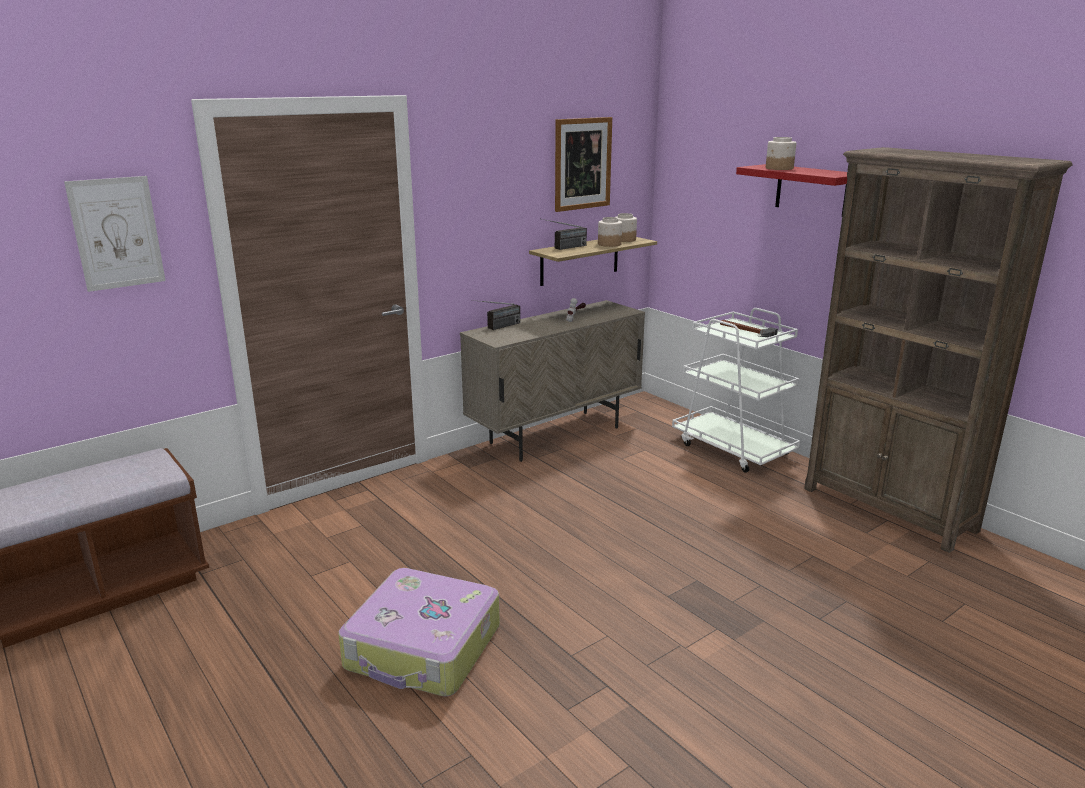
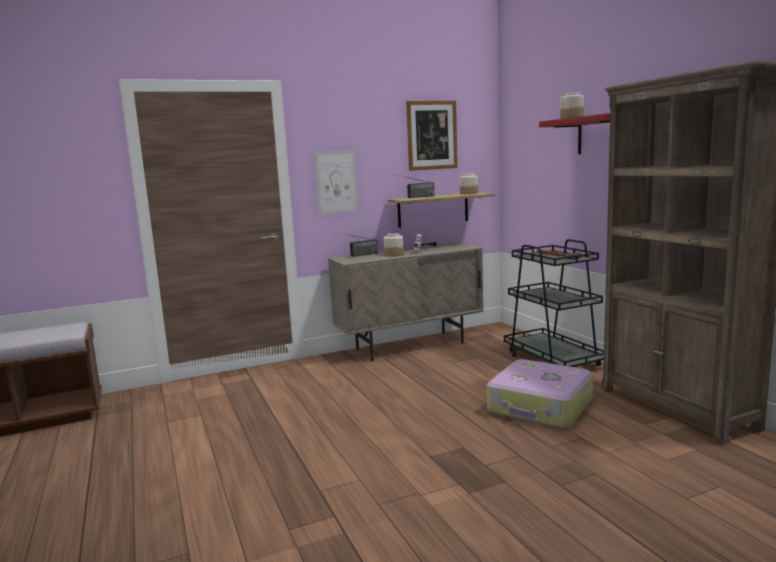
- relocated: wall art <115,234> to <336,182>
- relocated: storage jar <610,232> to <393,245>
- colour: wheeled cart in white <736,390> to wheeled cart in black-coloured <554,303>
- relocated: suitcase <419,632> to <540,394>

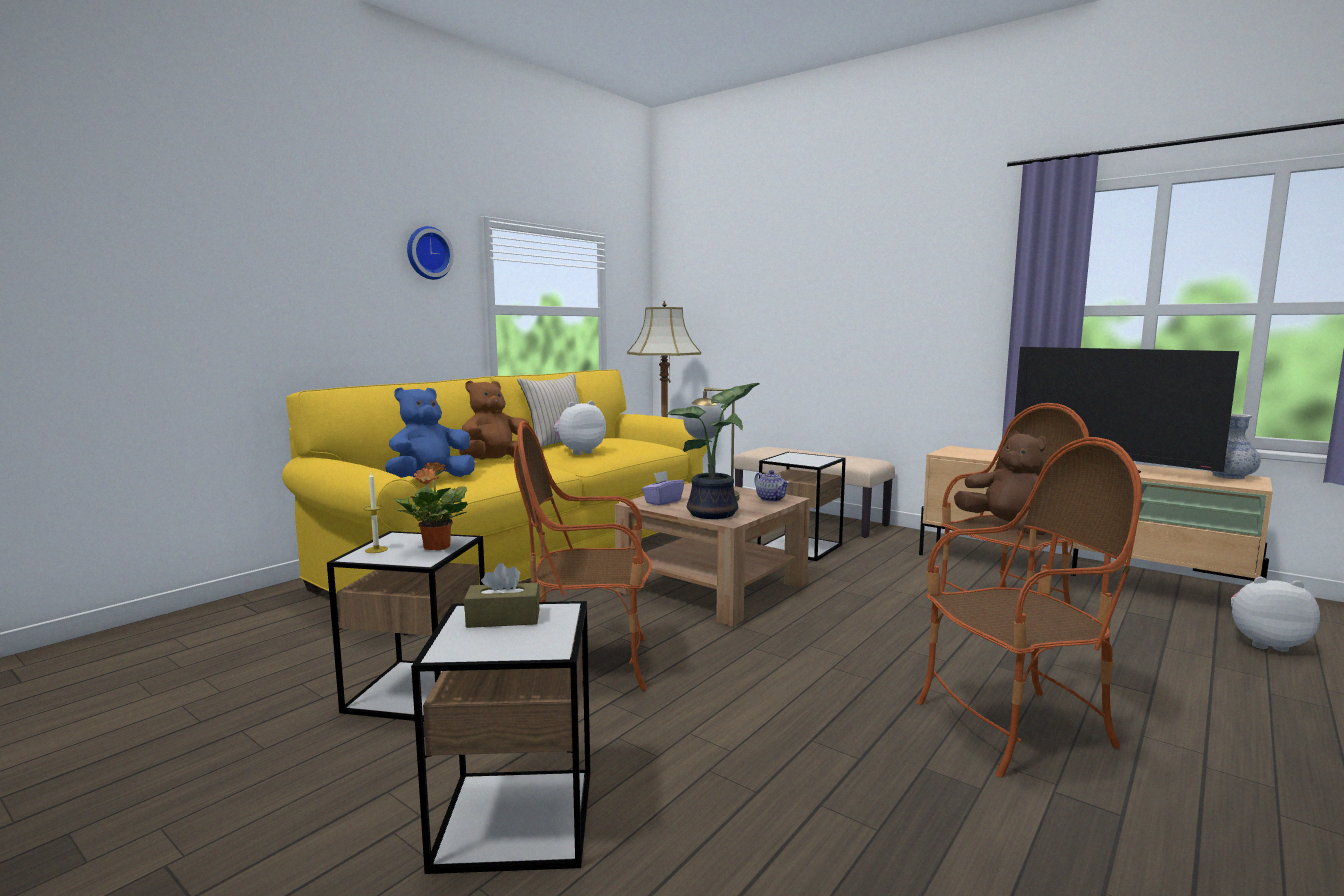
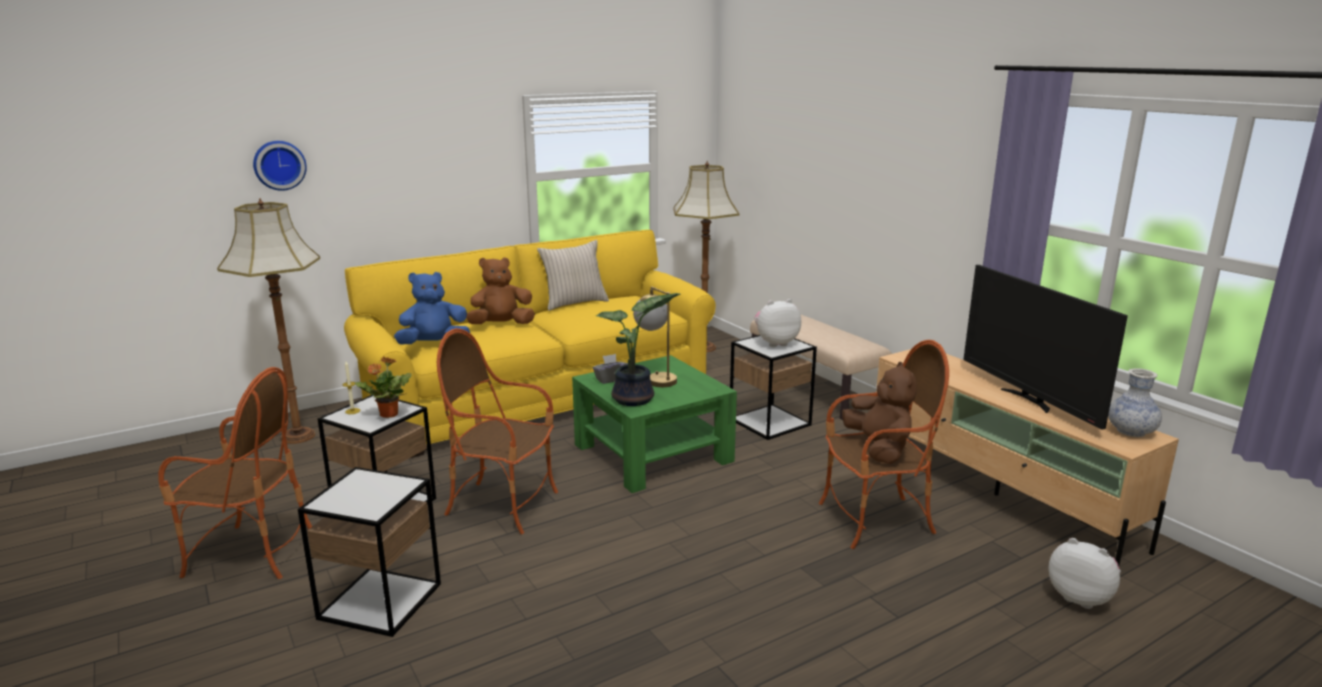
- relocated: wall clock <430,253> to <280,166>
- relocated: plush toy <580,428> to <777,323>
- relocated: lounge chair <1029,607> to <235,473>
- missing: tea pot <771,486>
- colour: tissue holder in purple-coloured <663,488> to tissue holder in gray <610,369>
- colour: coffee table in brown <712,554> to coffee table in greenish <654,424>
- missing: tissue holder in brown <502,595>
- appeared: standard lamp <268,321>

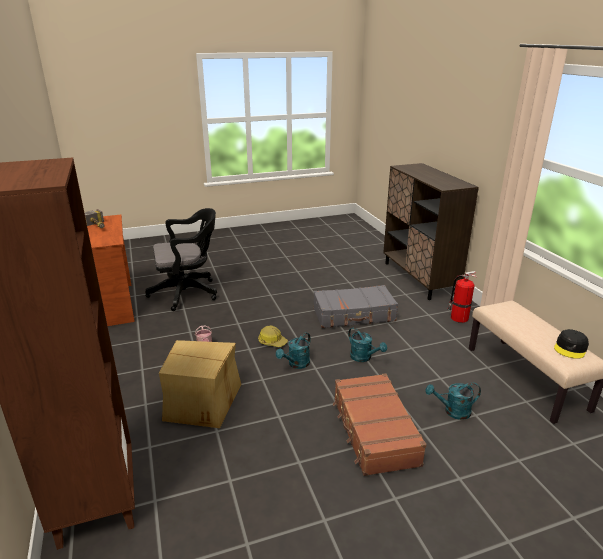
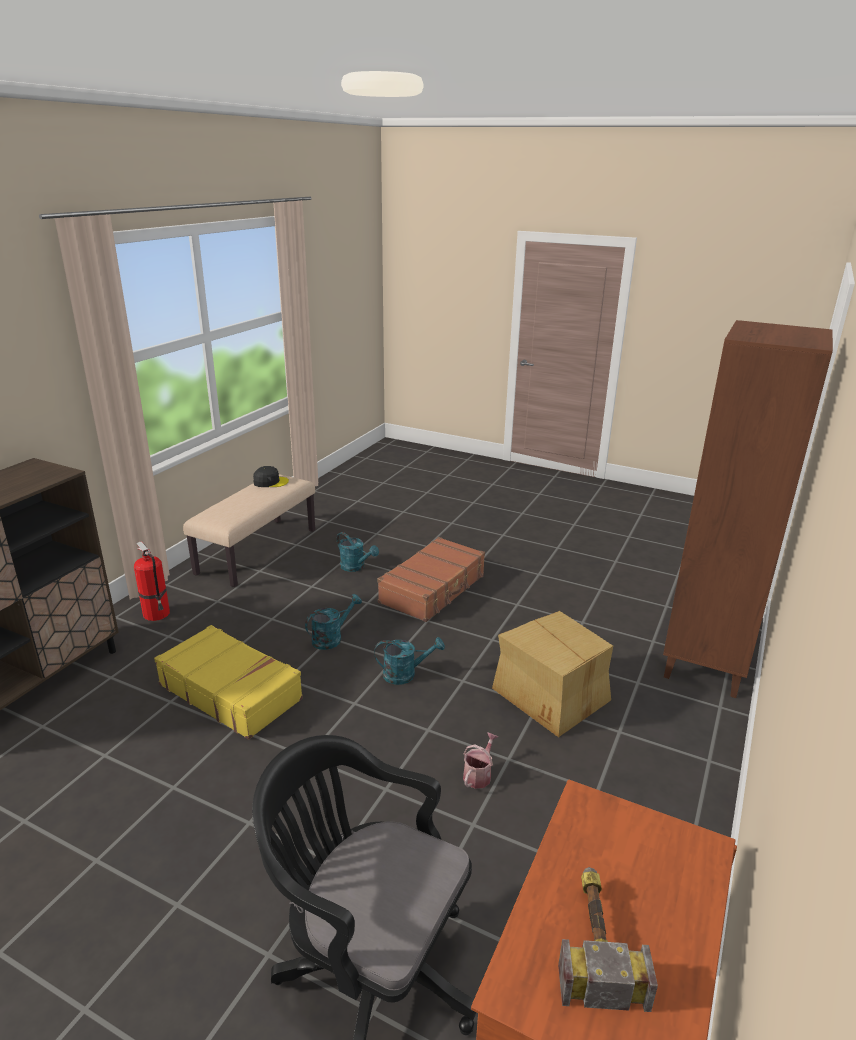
- colour: suitcase in gray <355,306> to suitcase in yellow-coloured <228,682>
- missing: safety helmet <273,336>
- spun: watering pot in turquoise <367,344> = <333,622> 45 degrees clockwise

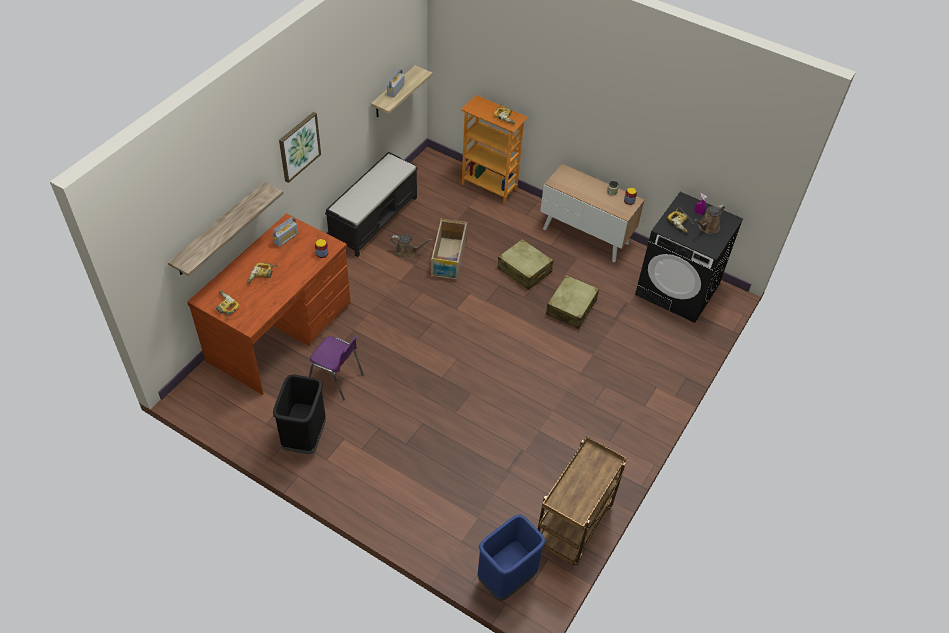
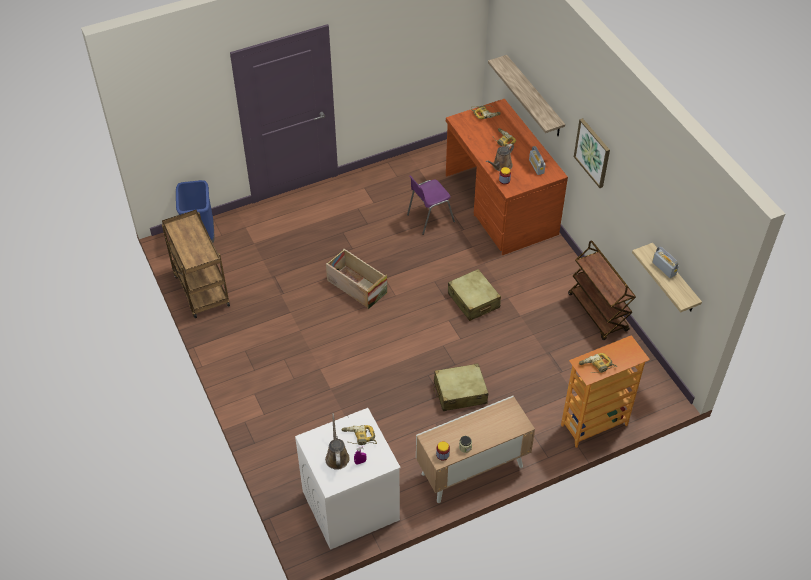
- exchanged: long seat in black-coloured <371,204> to wheeled cart in brown <602,290>
- colour: laundry machine in black-coloured <689,257> to laundry machine in white <348,479>
- relocated: crate <449,249> to <356,279>
- relocated: watering pot in brown <411,246> to <500,157>
- relocated: suitcase in beige-coloured <572,302> to <474,295>
- missing: rubbish bin in black-coloured <299,414>

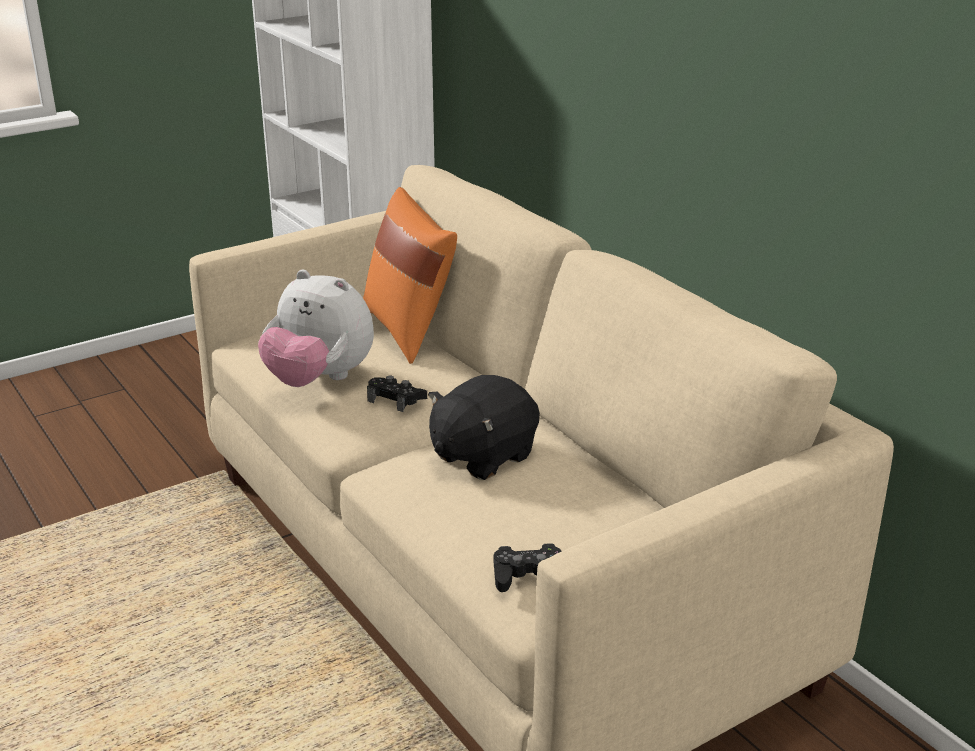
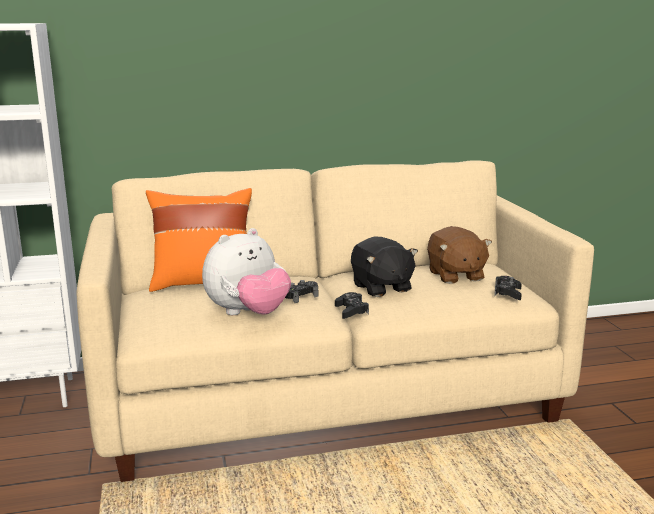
- appeared: plush toy in brown <459,255>
- appeared: game controller in black-coloured <352,305>

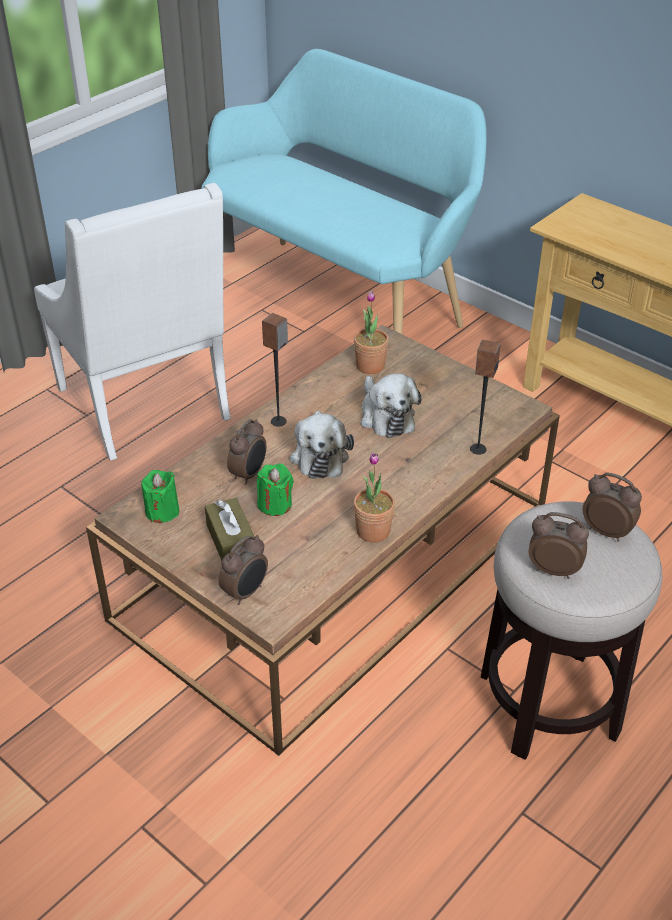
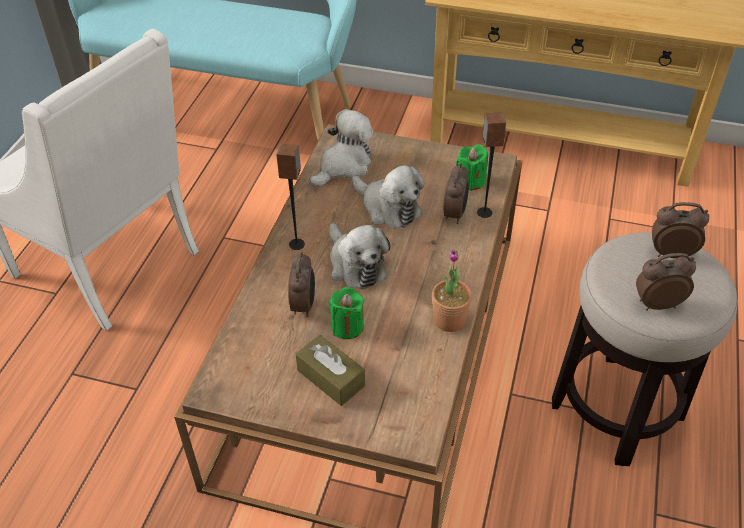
- exchanged: plant in a pot <371,332> to plush toy <341,148>
- relocated: wax candle in greenish <160,496> to <472,167>
- relocated: alarm clock <243,570> to <456,193>

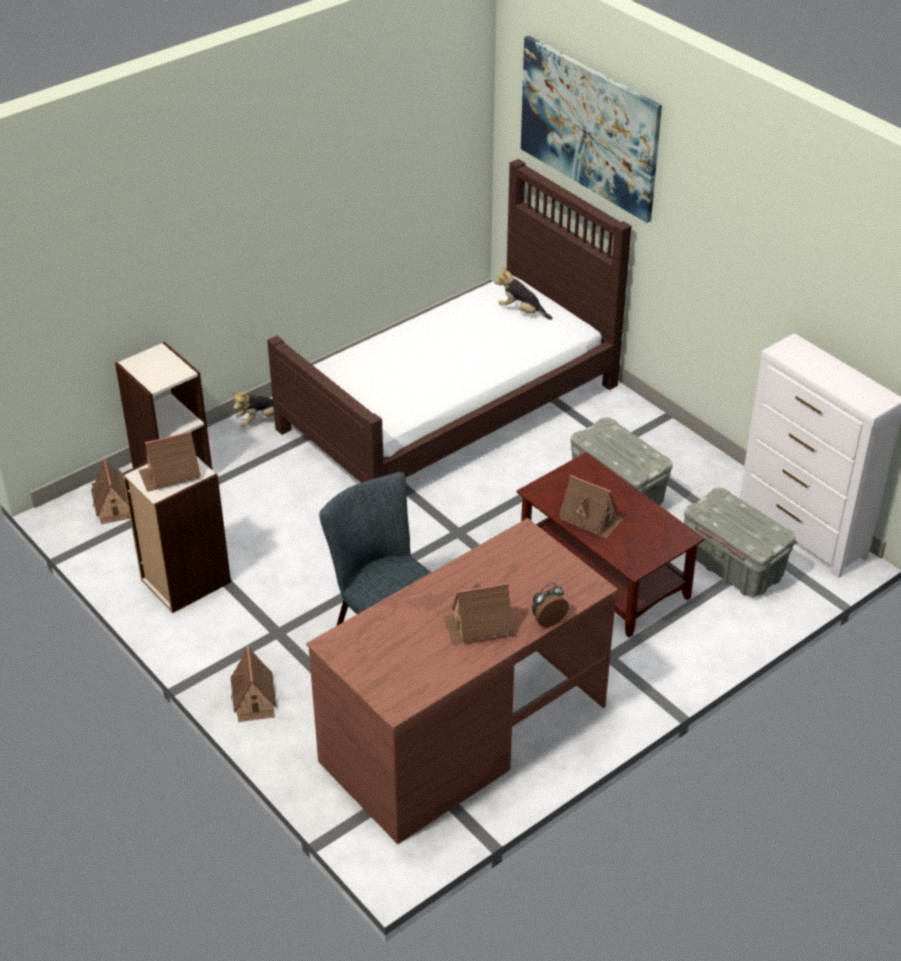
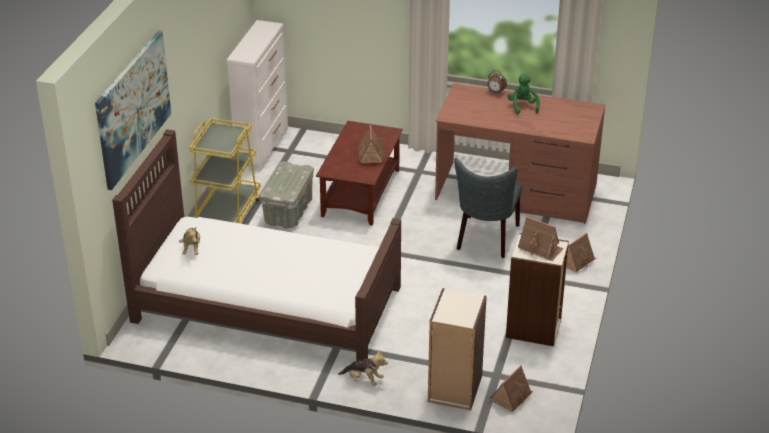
- missing: storage container in gray <740,542>
- exchanged: toy house <478,613> to plush toy in greenish <524,94>
- appeared: wheeled cart in yellow-coloured <225,171>

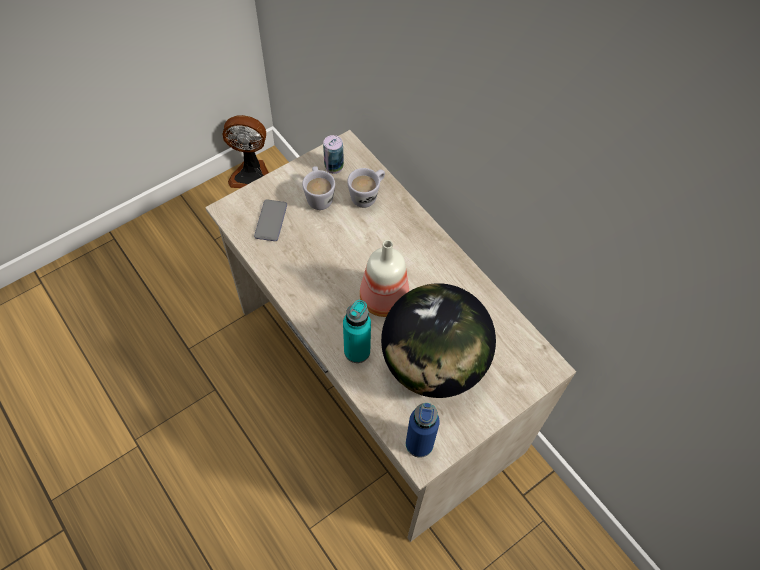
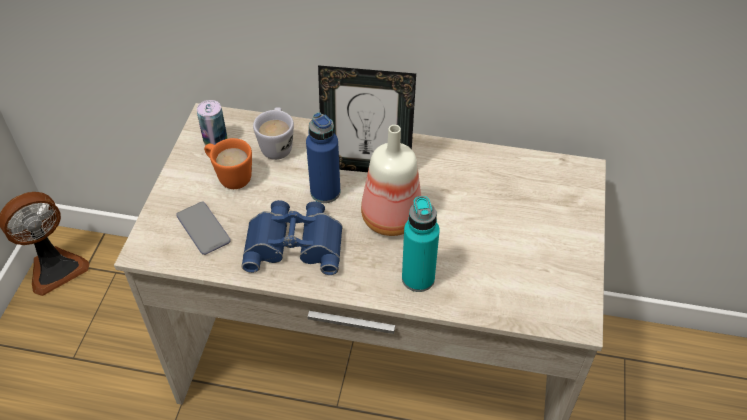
- colour: coffee mug in white <318,188> to coffee mug in orange <228,163>
- missing: globe <438,340>
- relocated: bottle in blue <423,430> to <323,158>
- appeared: picture frame <367,118>
- appeared: field glasses in blue <292,237>

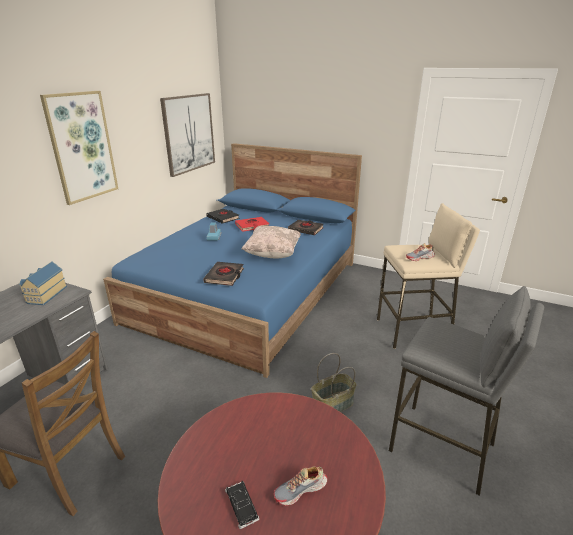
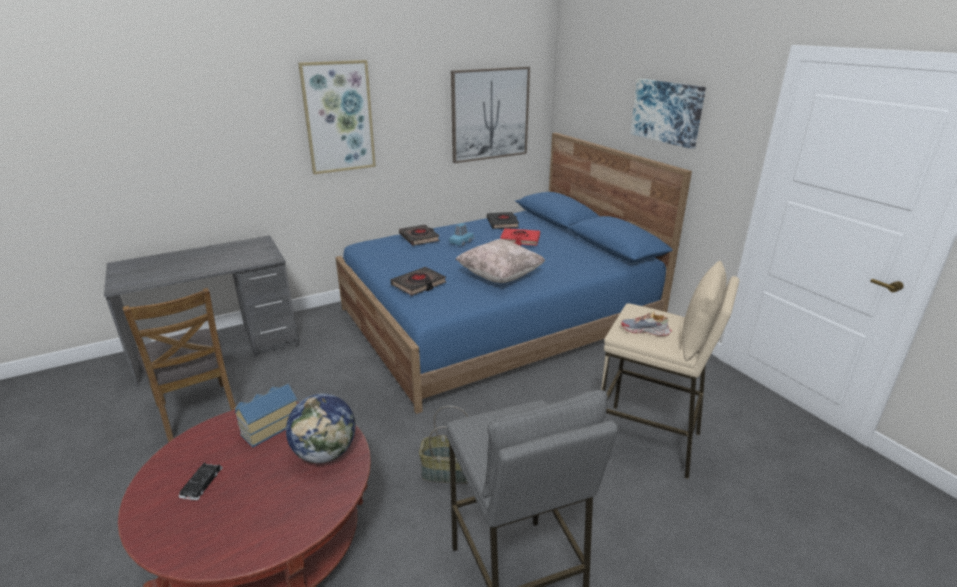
- relocated: bound book in black-coloured <306,227> to <419,235>
- relocated: toy house <43,283> to <266,415>
- missing: low shoe <300,486>
- appeared: wall art <668,114>
- appeared: globe <321,428>

